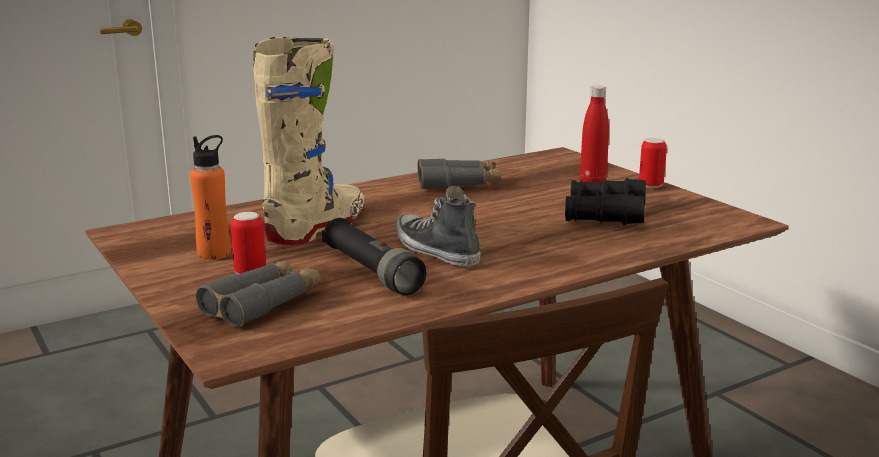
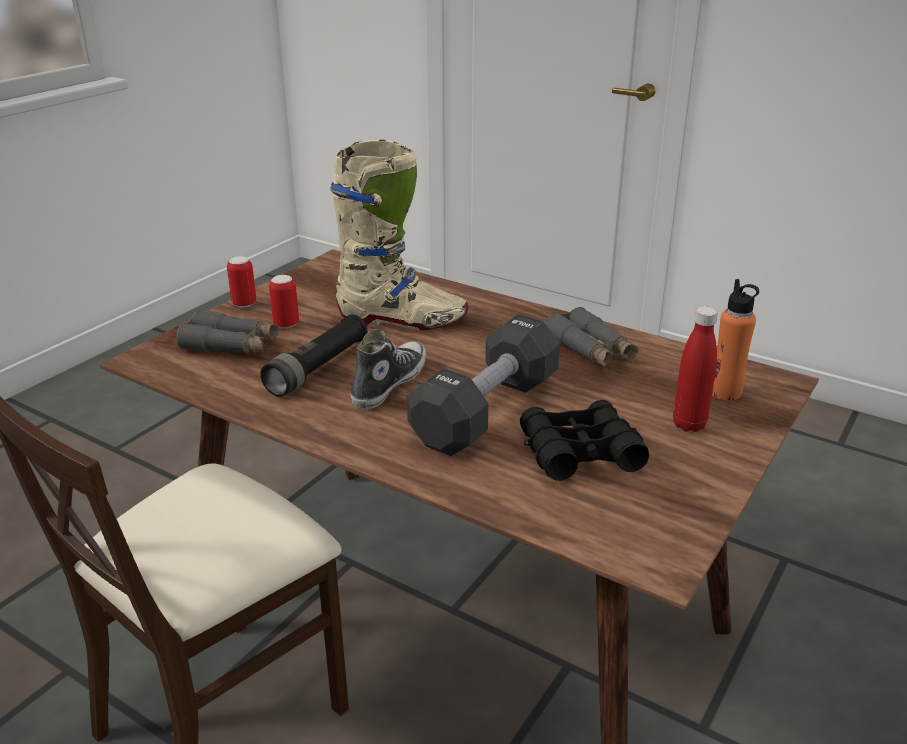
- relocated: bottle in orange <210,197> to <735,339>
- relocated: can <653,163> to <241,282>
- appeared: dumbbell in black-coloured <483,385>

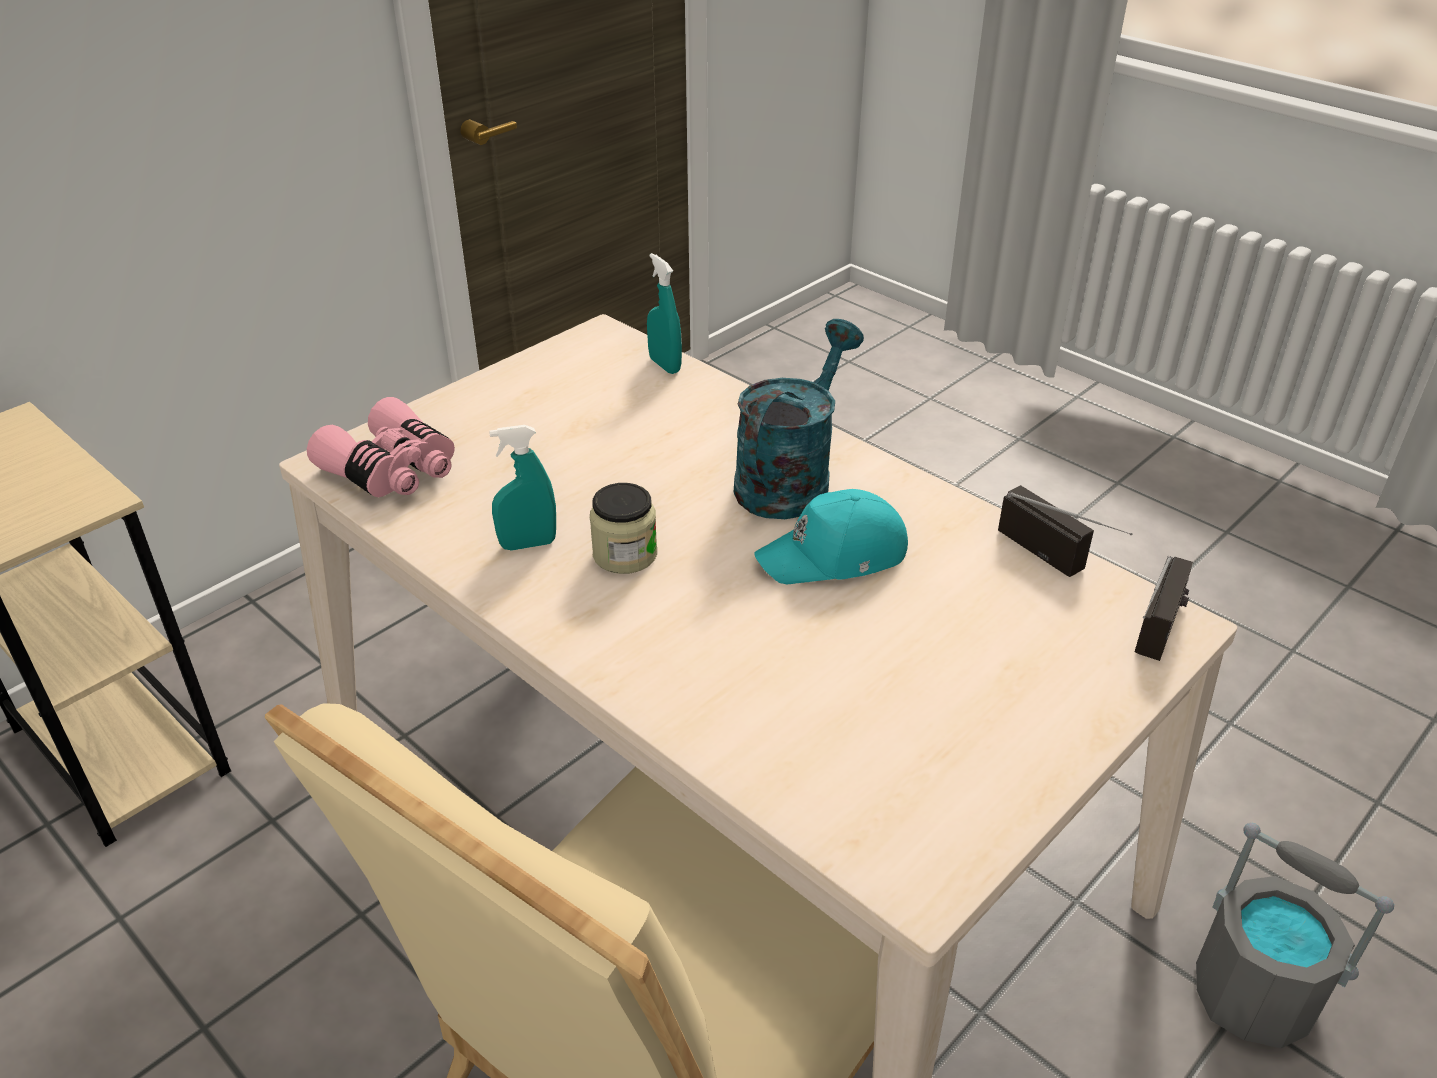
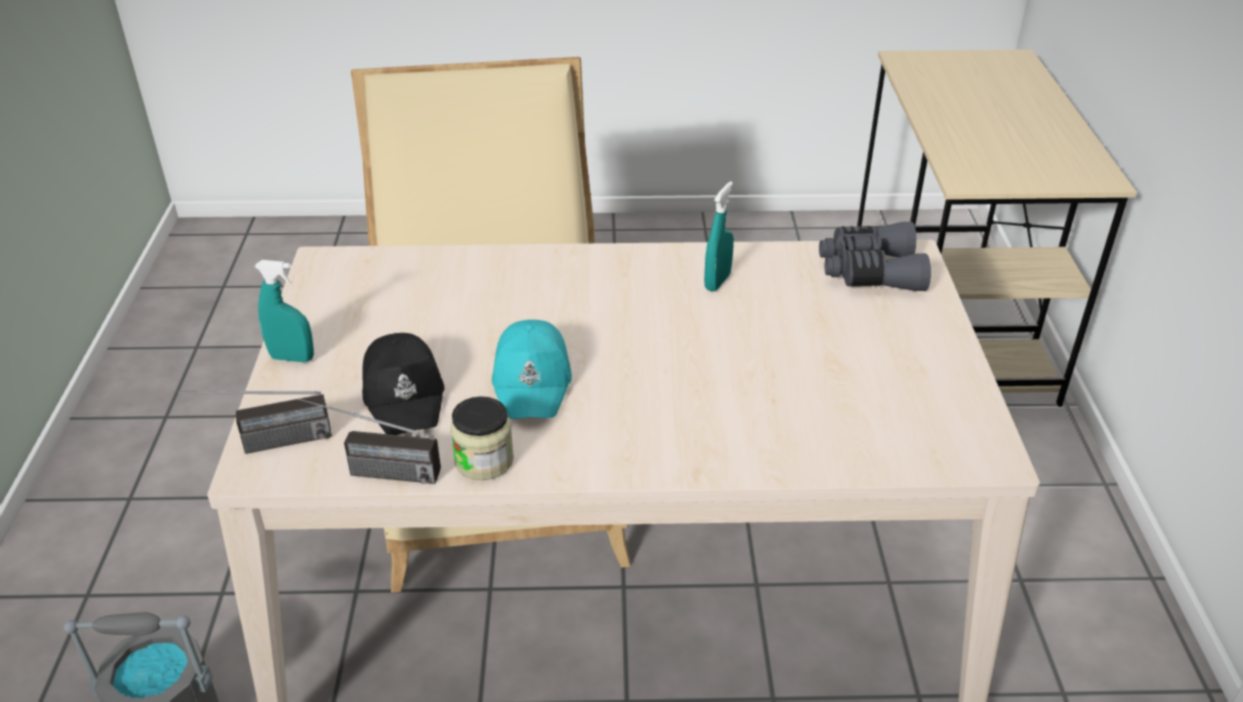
- relocated: sprayer in turquoise <664,313> to <284,311>
- missing: watering pot in turquoise <799,419>
- colour: field glasses in pink-coloured <381,447> to field glasses in gray <875,256>
- relocated: storage jar <623,528> to <482,438>
- spun: cap in turquoise <831,537> = <532,369> 150 degrees clockwise
- spun: radio set <1164,608> = <255,422> 90 degrees counterclockwise
- appeared: cap in black-coloured <403,384>

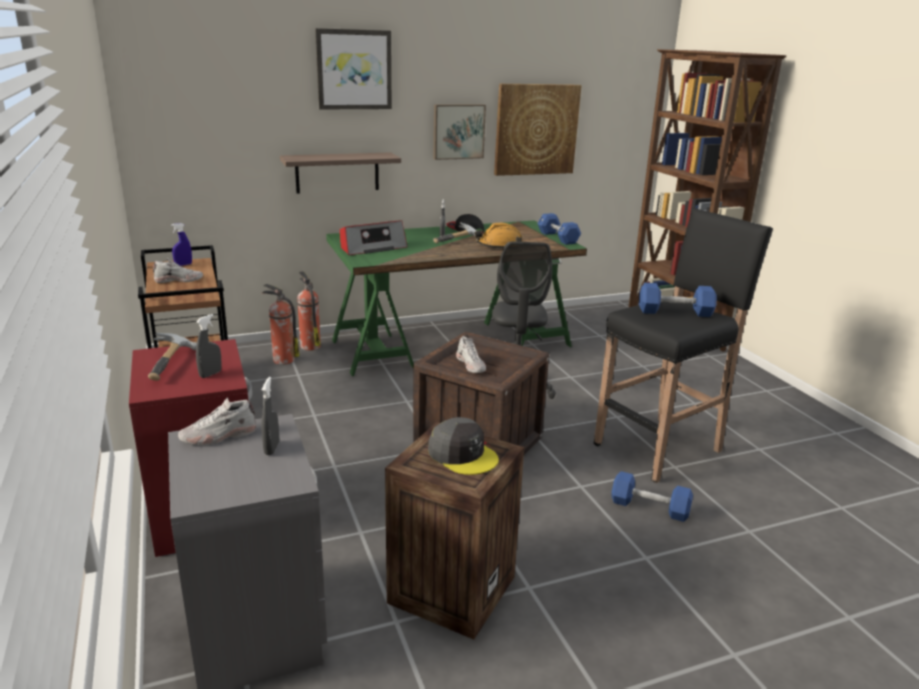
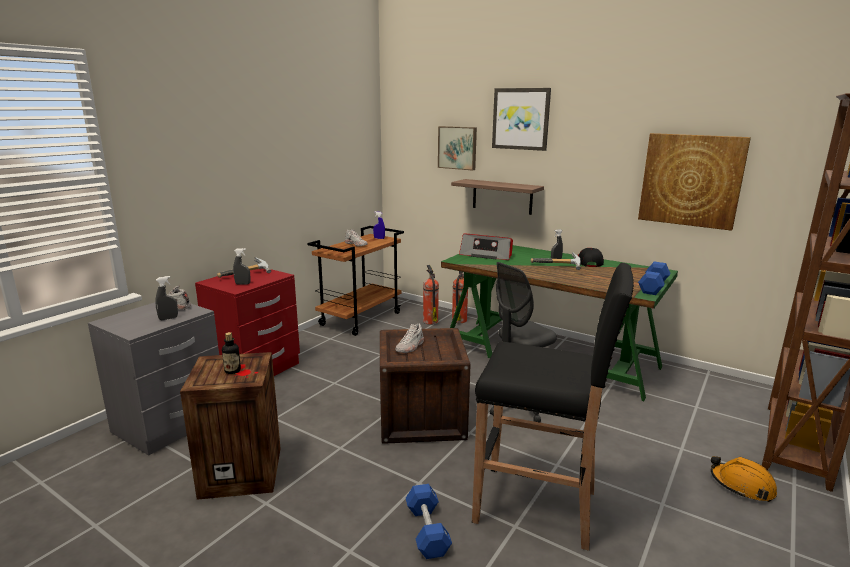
- relocated: wall art <459,132> to <457,148>
- relocated: safety helmet in orange <498,235> to <744,479>
- missing: dumbbell in blue <678,300>
- exchanged: cap in gray <463,446> to bottle <231,353>

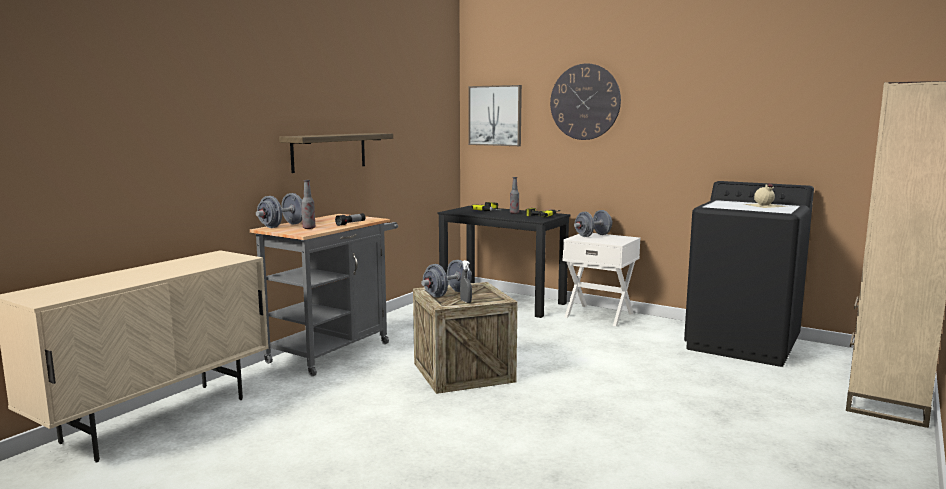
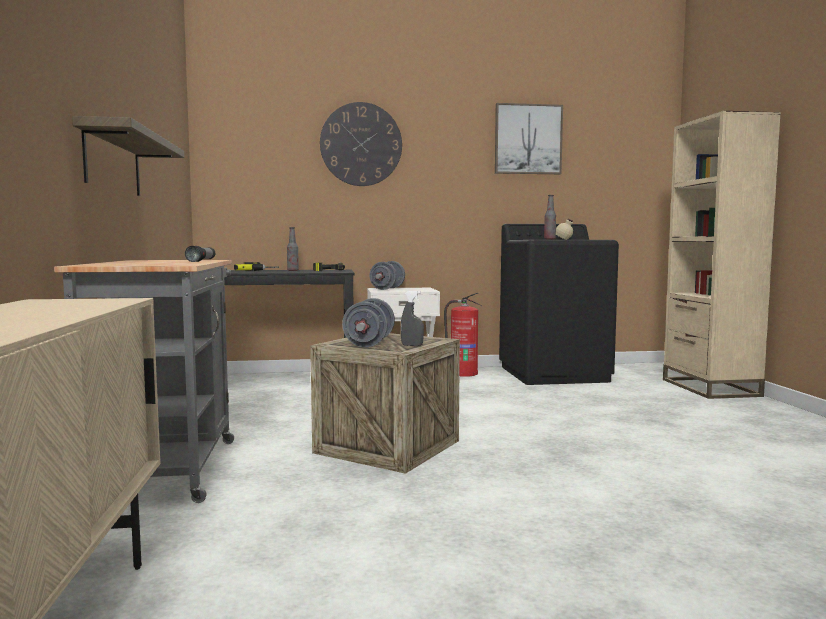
- relocated: wall art <495,115> to <529,138>
- relocated: bottle <308,204> to <550,217>
- missing: dumbbell in gray <279,210>
- appeared: extinguisher <463,335>

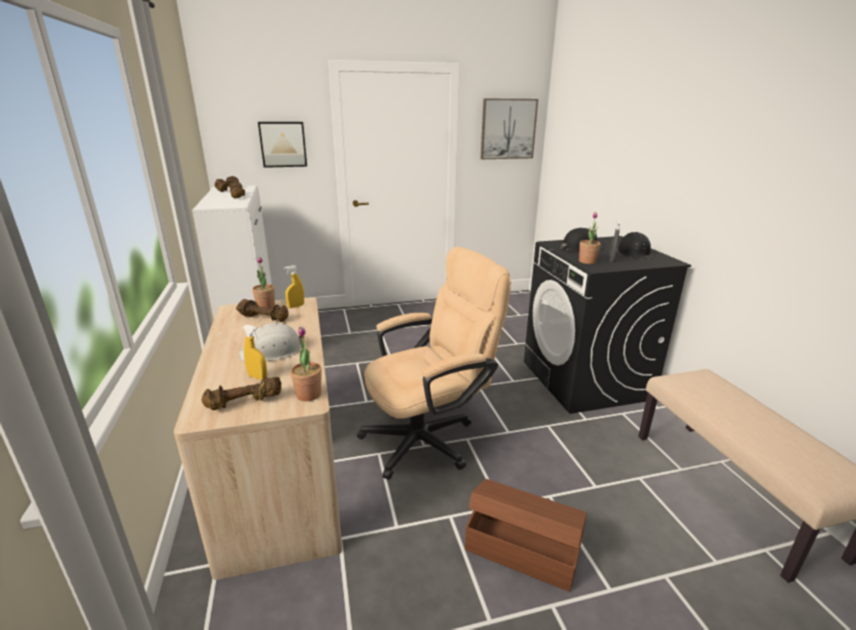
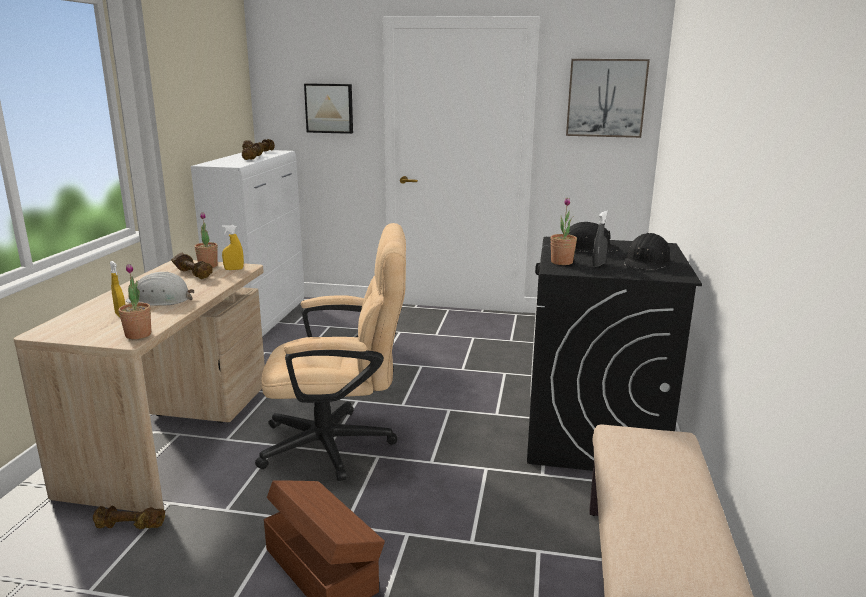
- relocated: dumbbell in brown <242,393> to <129,517>

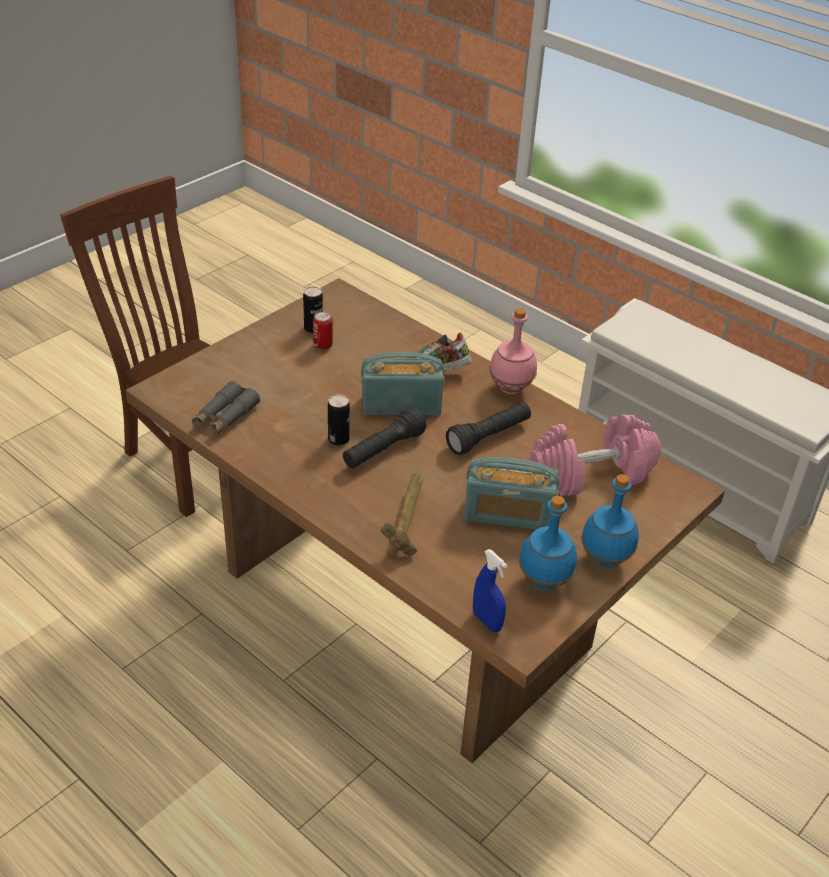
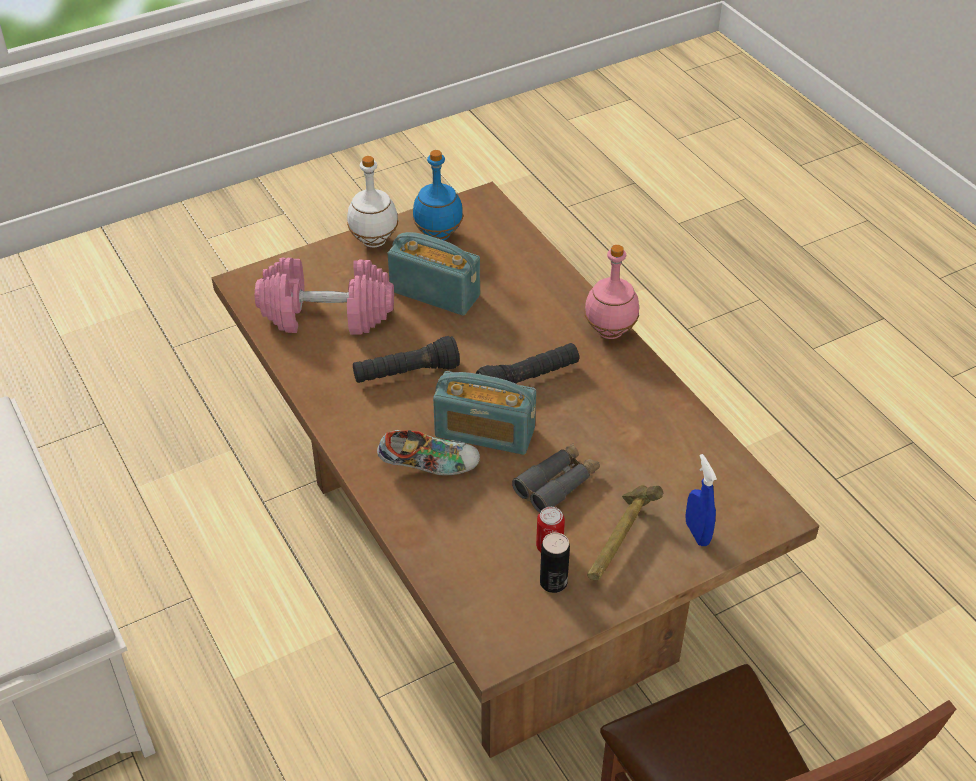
- relocated: bottle in pink-coloured <513,351> to <611,292>
- relocated: field glasses in gray <226,408> to <556,478>
- missing: can <339,419>
- relocated: hand hammer <402,514> to <625,532>
- colour: bottle in blue <610,521> to bottle in white <372,201>
- relocated: sprayer in blue <490,590> to <701,500>

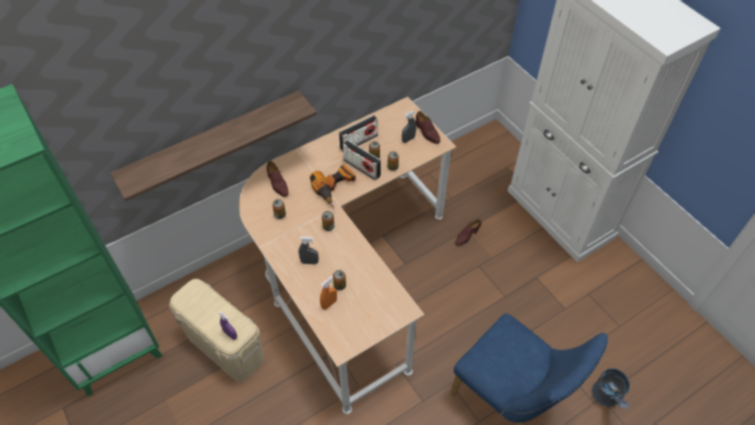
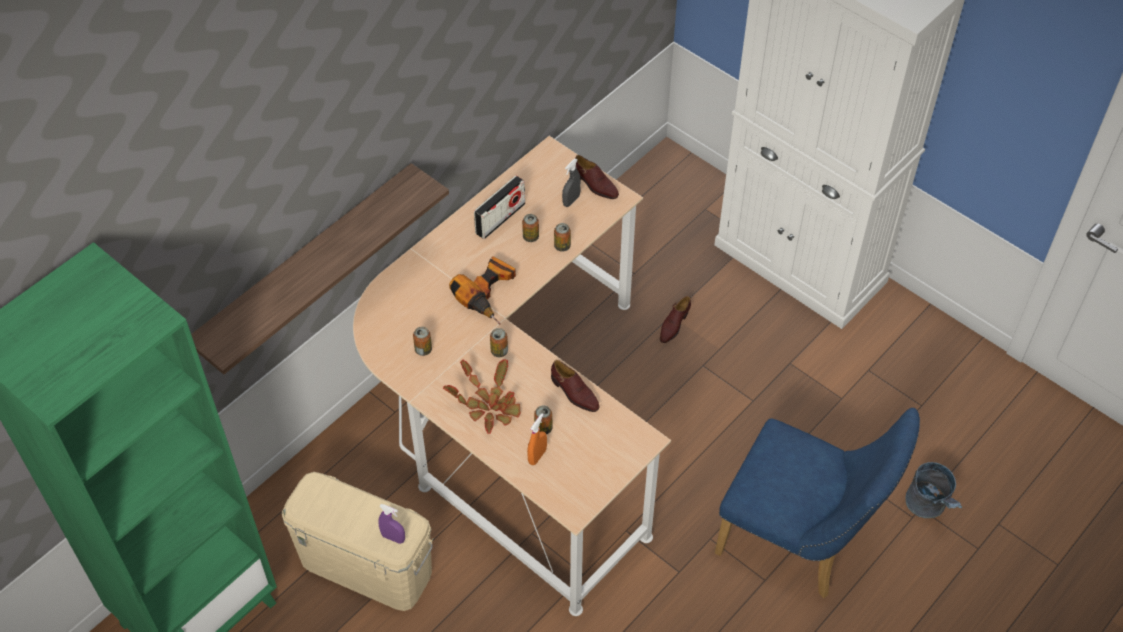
- missing: radio set <362,160>
- relocated: low shoe in brown <277,178> to <575,386>
- exchanged: sprayer in gray <308,250> to plant in a pot <482,396>

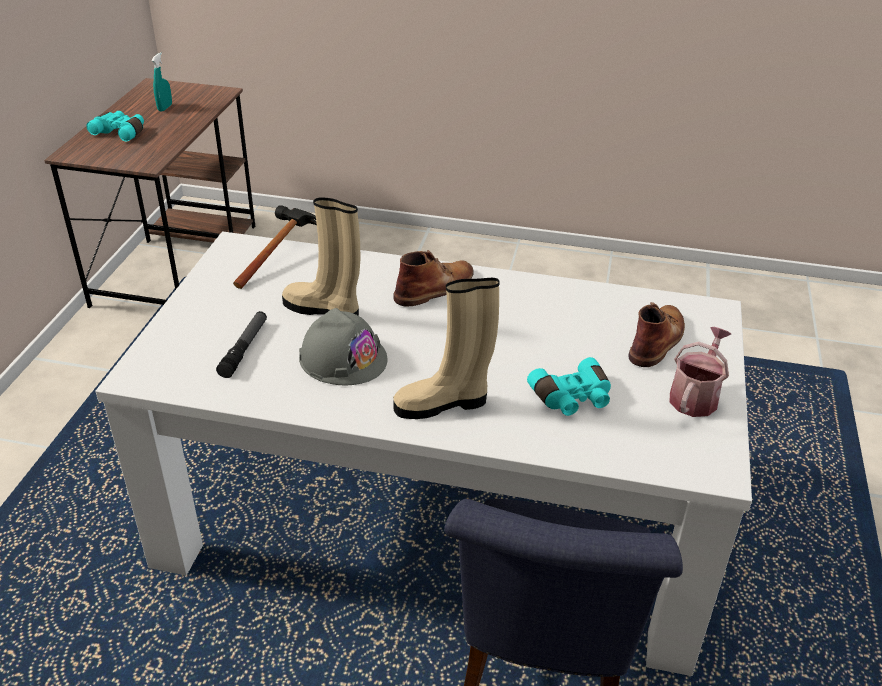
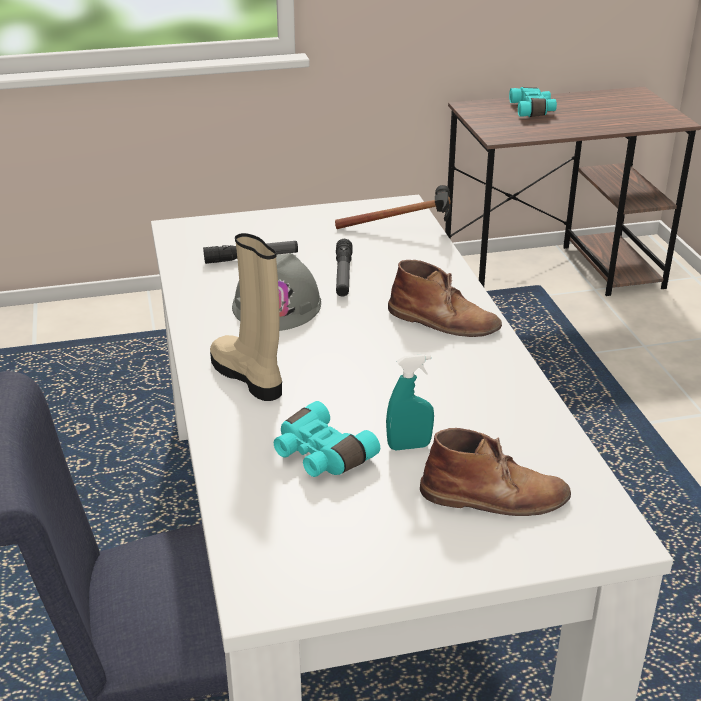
- relocated: sprayer in turquoise <161,82> to <410,402>
- exchanged: high-top boot in beige-coloured <321,257> to hand torch <344,268>
- missing: watering pot <700,372>

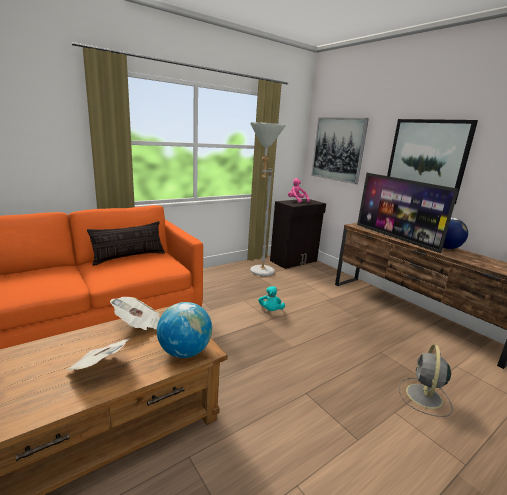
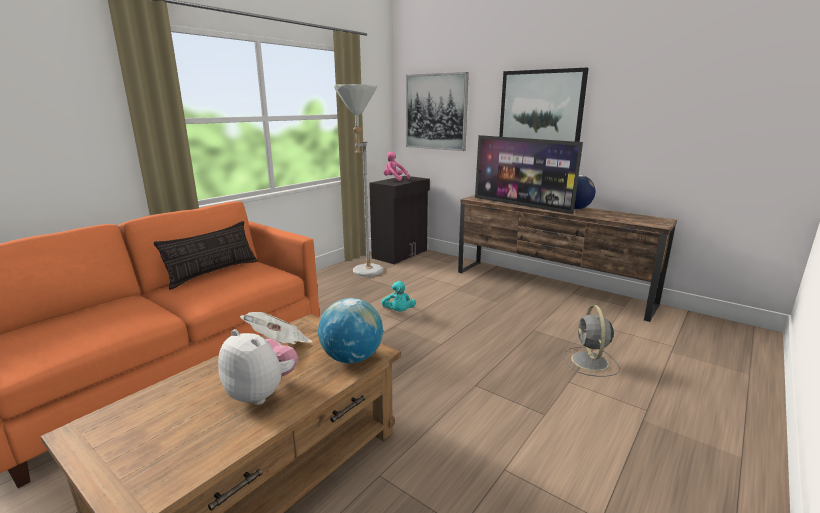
- exchanged: newspaper <98,355> to plush toy <258,367>

